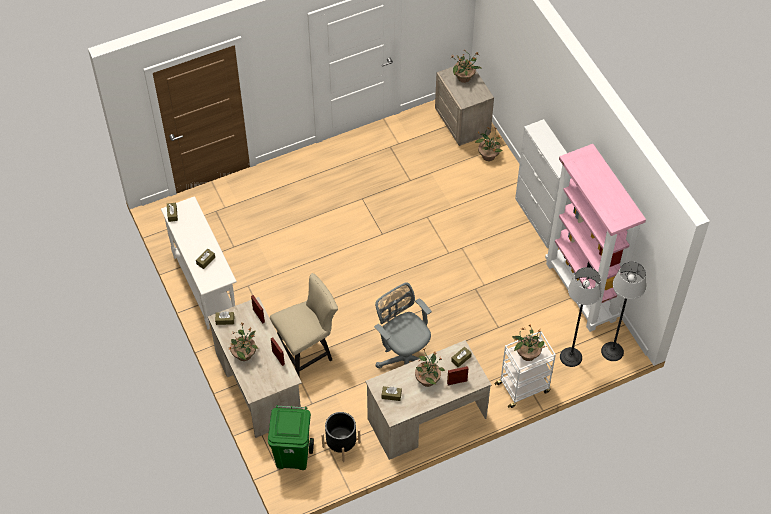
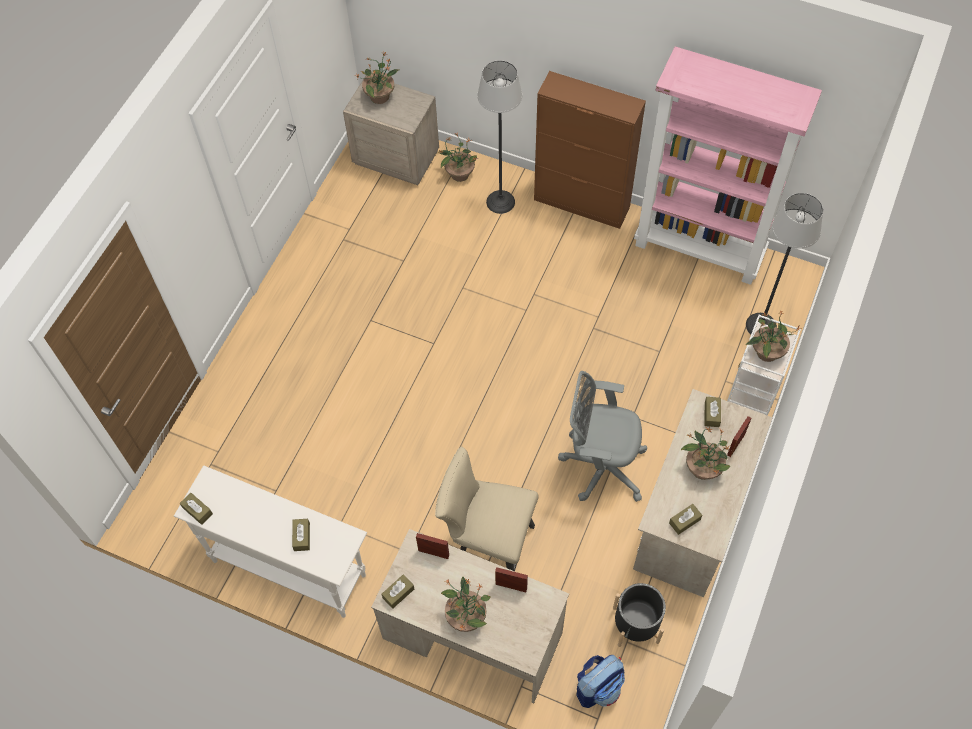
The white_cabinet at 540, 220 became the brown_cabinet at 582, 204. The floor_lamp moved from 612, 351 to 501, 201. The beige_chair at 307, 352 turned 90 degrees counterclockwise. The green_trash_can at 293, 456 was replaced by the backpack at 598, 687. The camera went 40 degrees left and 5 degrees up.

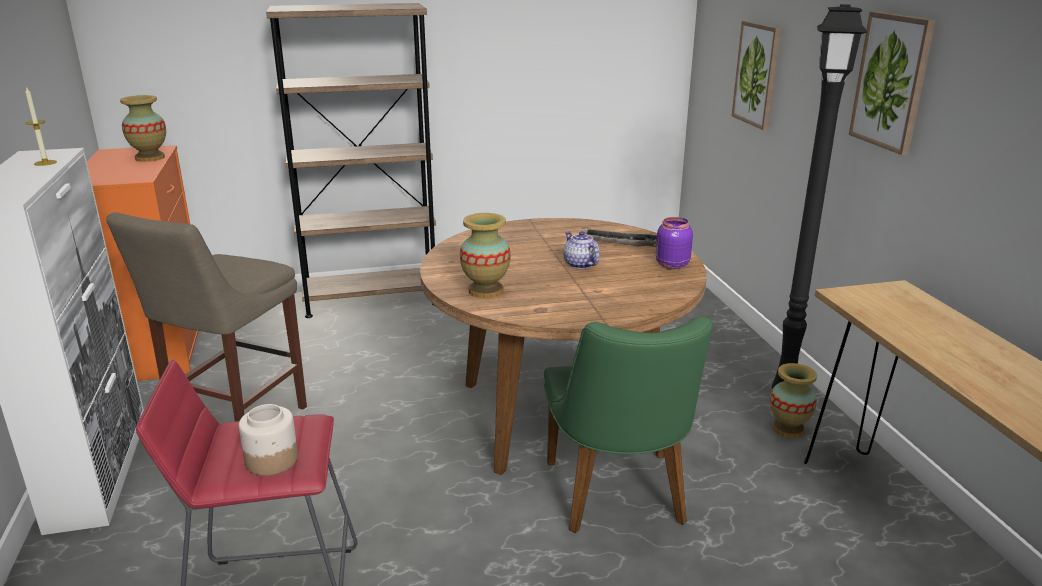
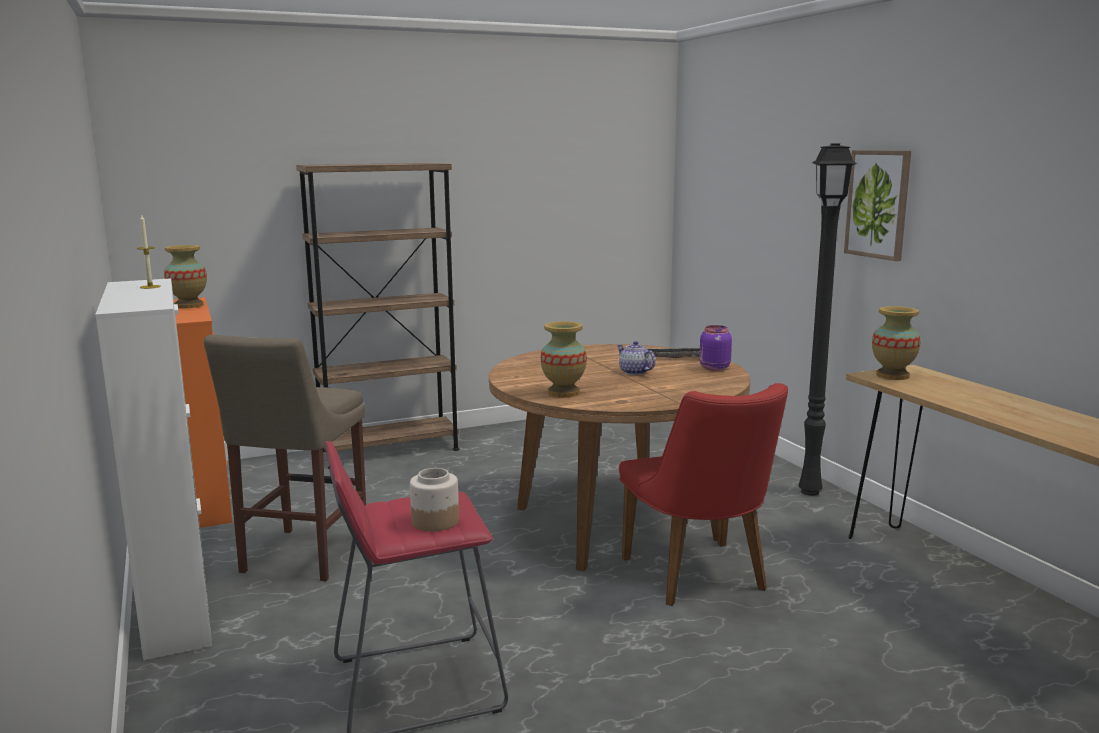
The picture at 757, 74 disappeared. The green_chair at 619, 500 became the red_chair at 700, 579. The vase moved from 788, 429 to 892, 376. The camera went 10 degrees left and 10 degrees down.

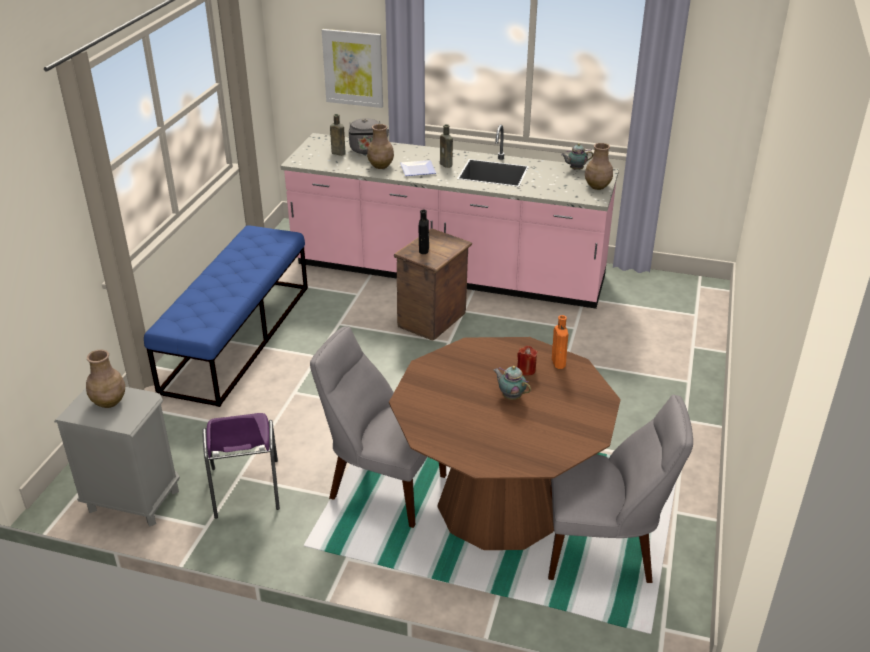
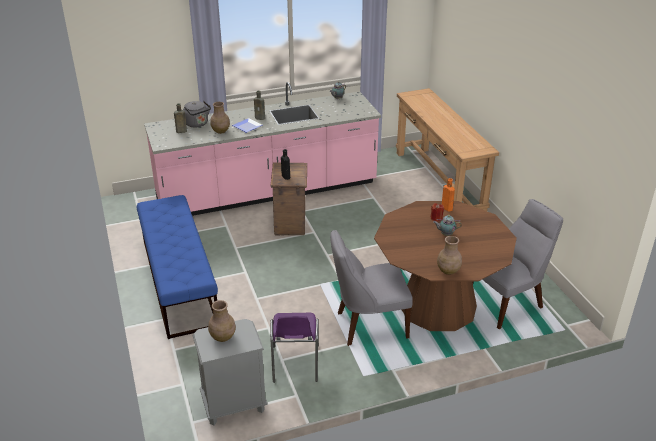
The picture at 353, 68 disappeared. The brown_vase moved from 597, 186 to 448, 271. The purple_chair at 245, 490 turned 45 degrees clockwise. The brown_console_table at 438, 181 appeared. The camera went 35 degrees left and 0 degrees up.

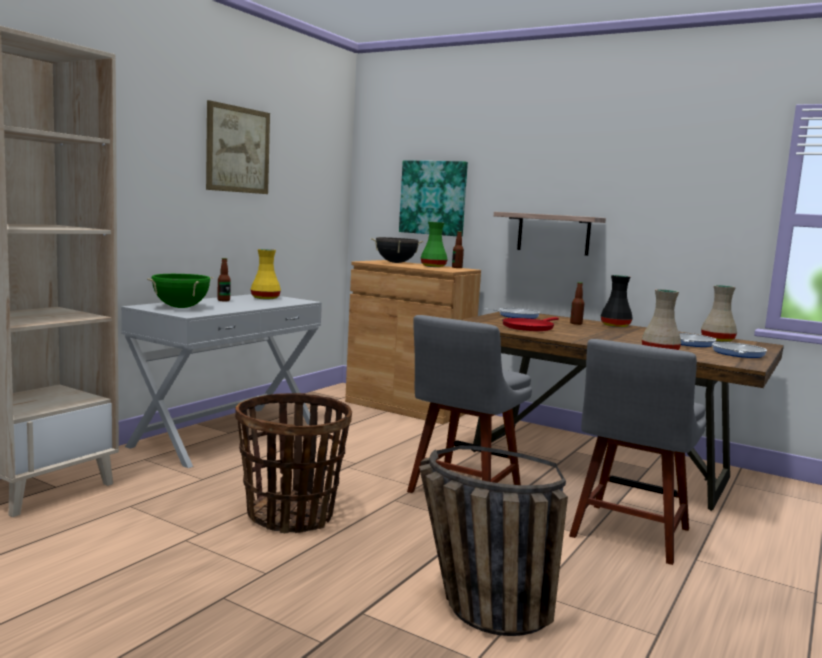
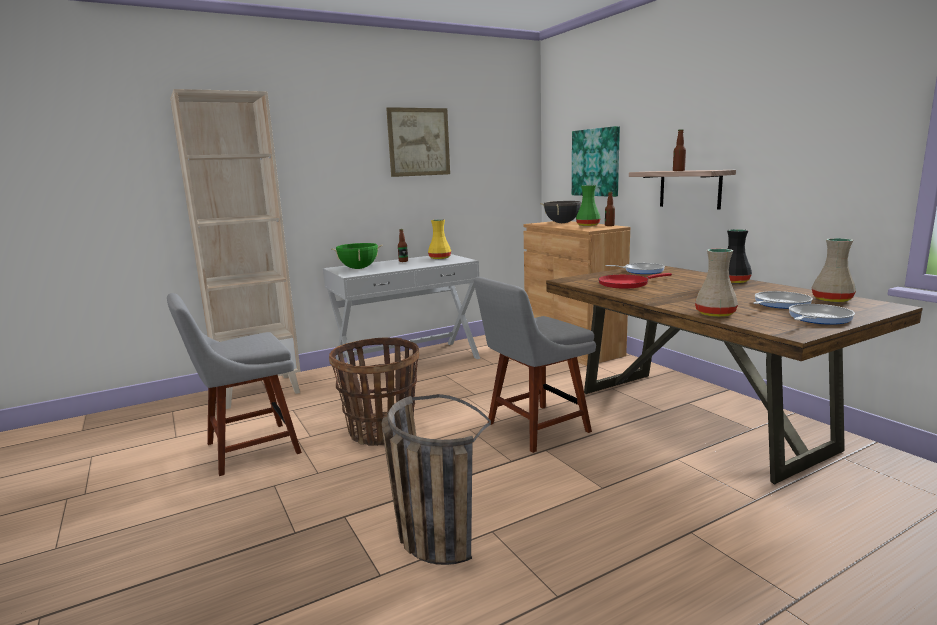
The bottle moved from 576, 323 to 678, 170. The grey_chair moved from 628, 535 to 247, 449. The camera went 30 degrees right and 5 degrees up.

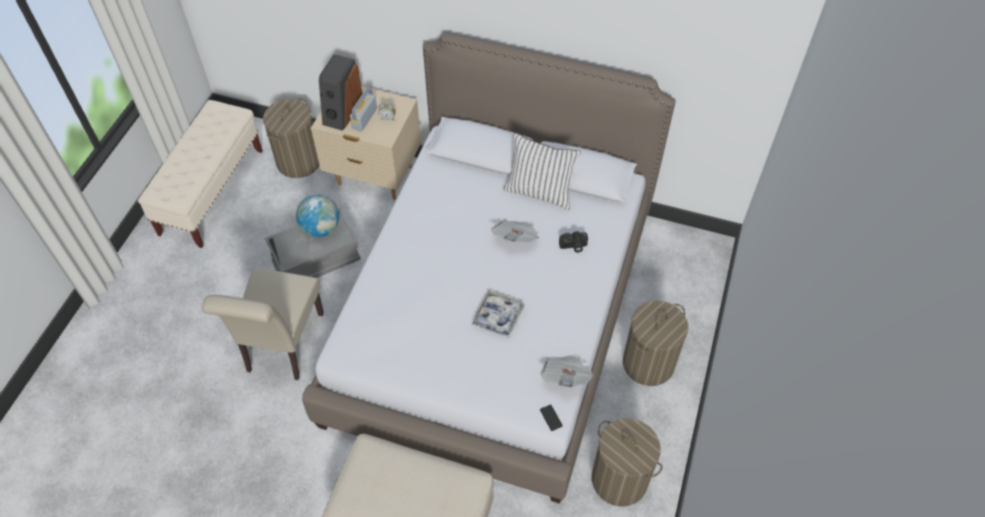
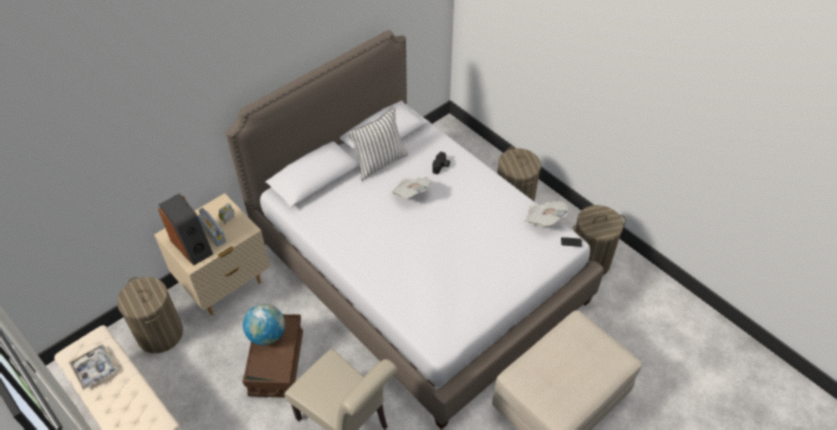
The grey_storage_box at 316, 259 became the brown_storage_box at 276, 363. The tray moved from 498, 317 to 95, 369. The camera went 60 degrees left and 5 degrees down.

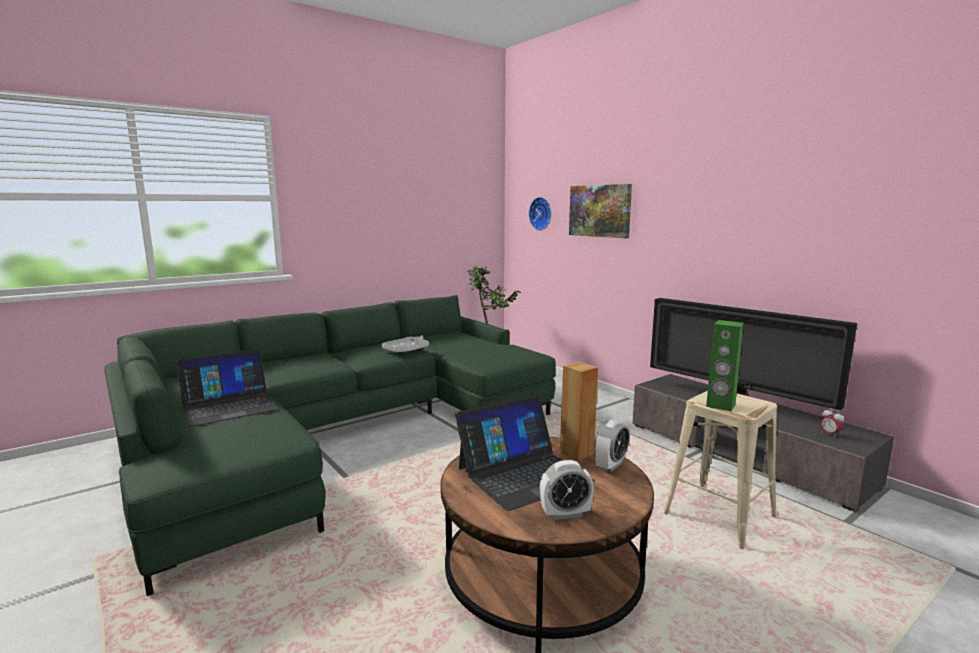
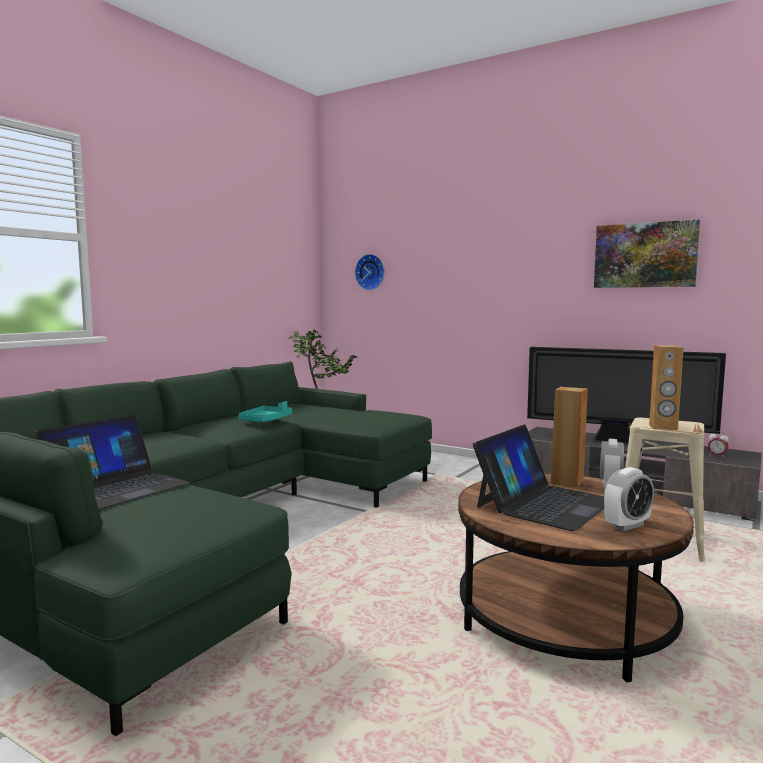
The picture moved from 600, 211 to 645, 255. The green_speaker at 720, 405 became the brown_speaker at 663, 427. The grey_tray at 406, 350 became the turquoise_tray at 266, 420. The camera went 20 degrees left and 5 degrees down.

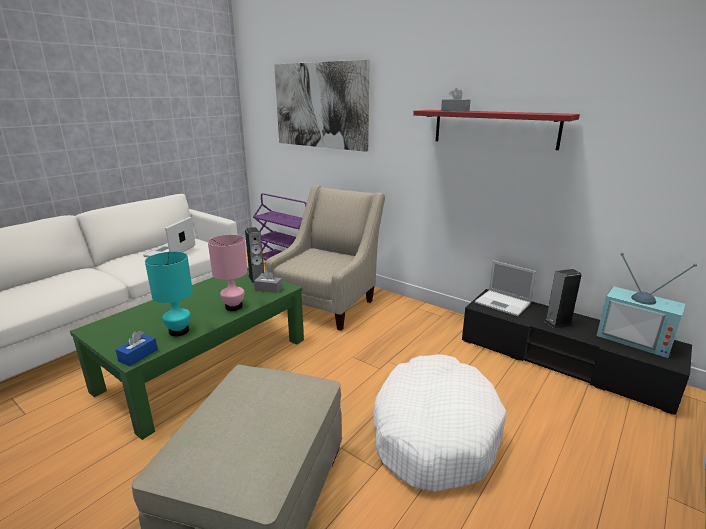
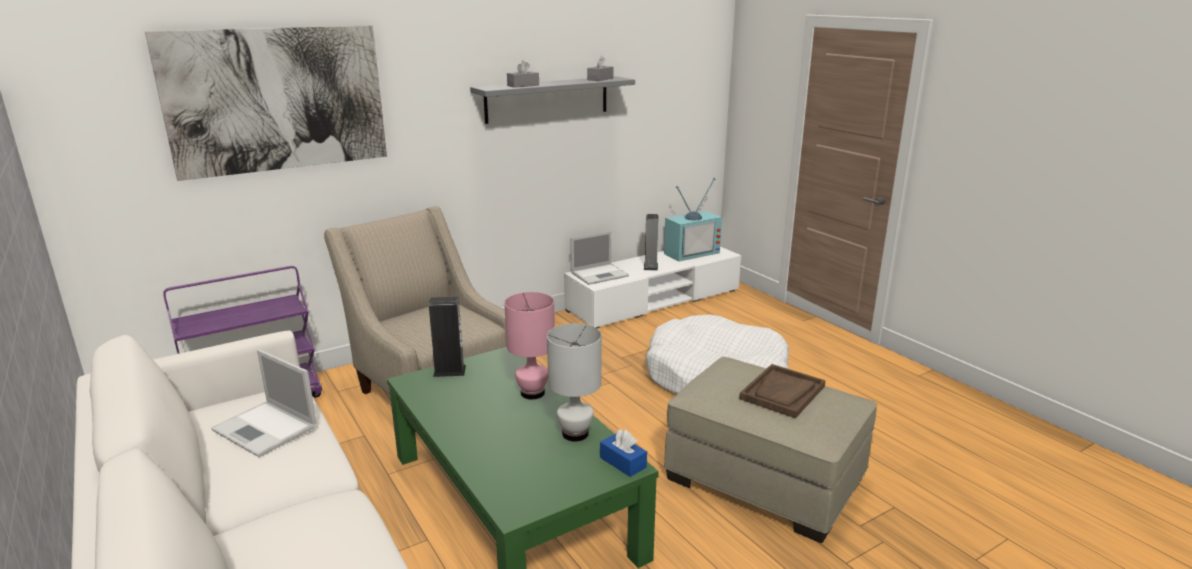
The red_shelf at 494, 128 became the grey_shelf at 547, 99. The turquoise_table_lamp at 178, 331 became the white_table_lamp at 575, 434. The grey_tissue_box moved from 268, 289 to 600, 79. The black_tv_stand at 561, 361 became the white_tv_stand at 654, 300. The brown_tray at 782, 393 appeared. The camera went 70 degrees left and 0 degrees up.

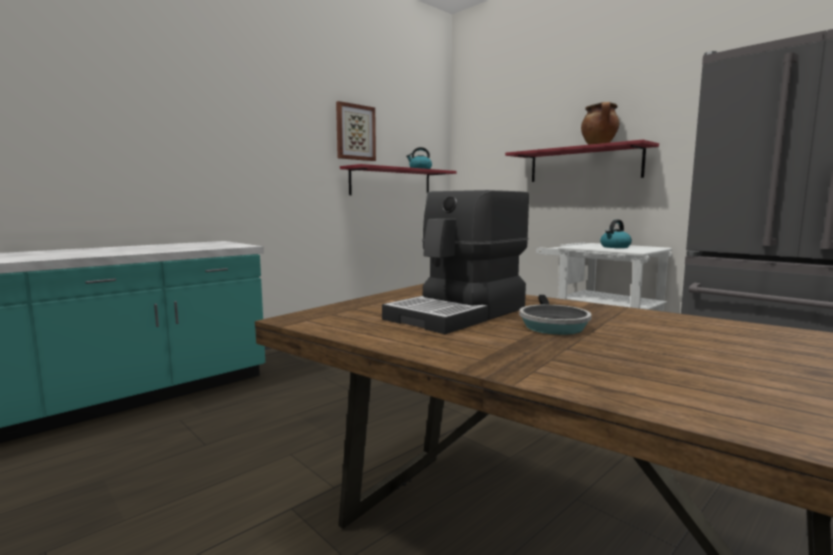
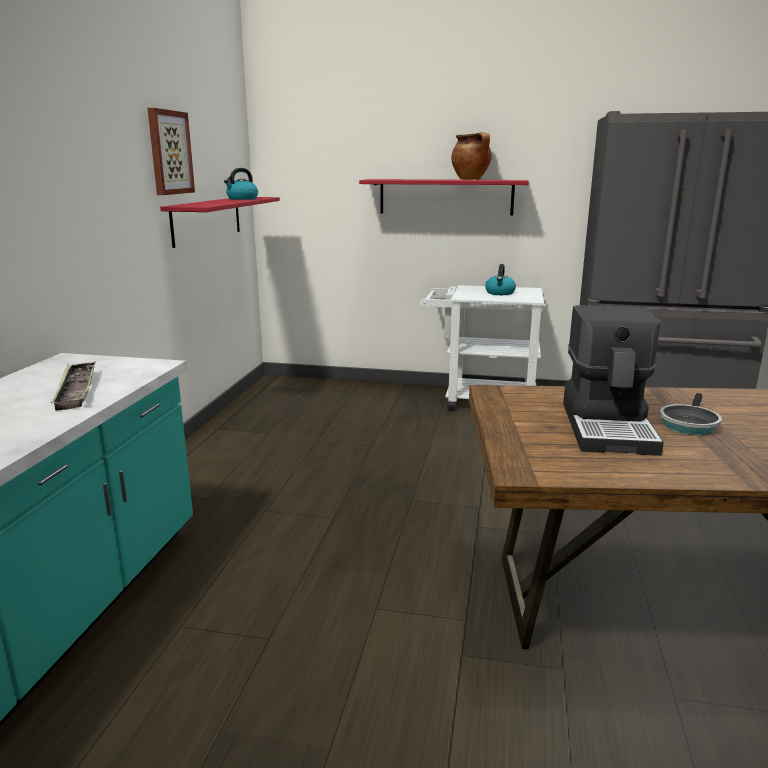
The frying_pan at 551, 325 turned 60 degrees clockwise. The tray at 76, 390 appeared. The camera went 35 degrees left and 10 degrees up.

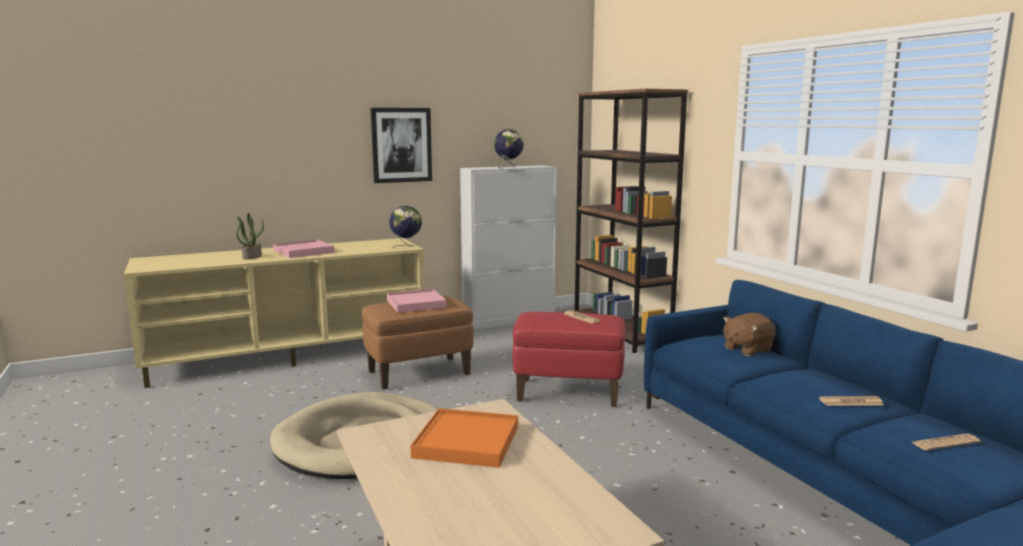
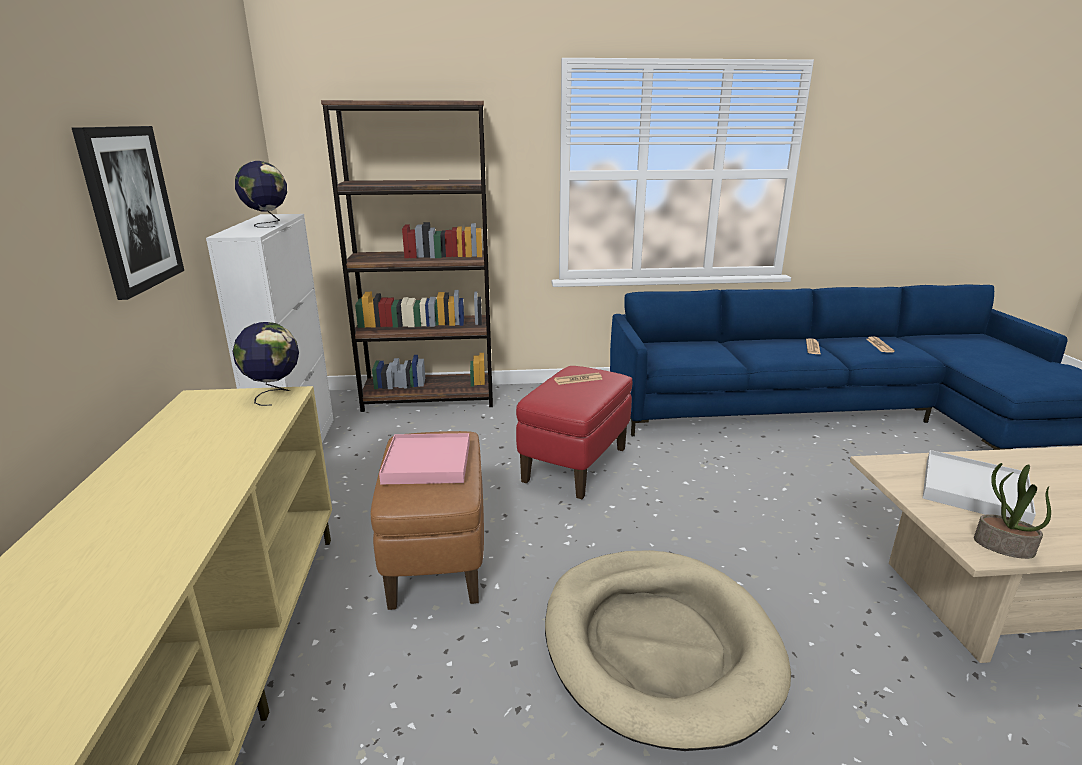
The potted_plant moved from 252, 257 to 1002, 546. The pink_tray at 304, 251 disappeared. The brown_plush_toy at 746, 349 disappeared. The orange_tray at 466, 442 became the white_tray at 974, 491. The camera went 70 degrees left and 10 degrees up.

